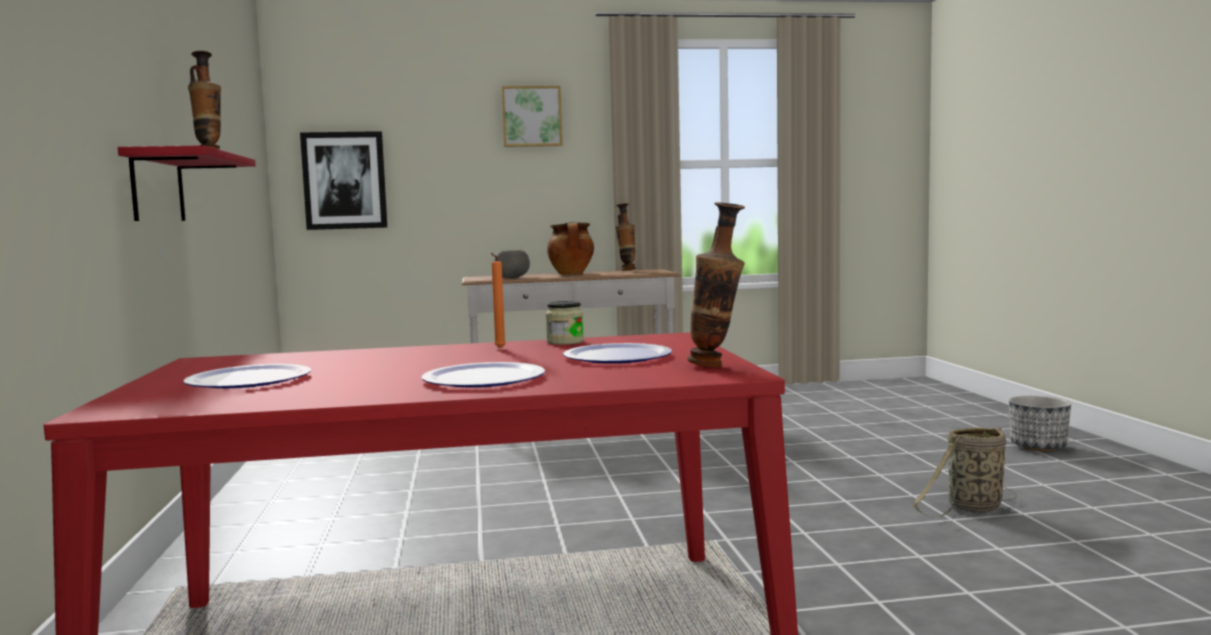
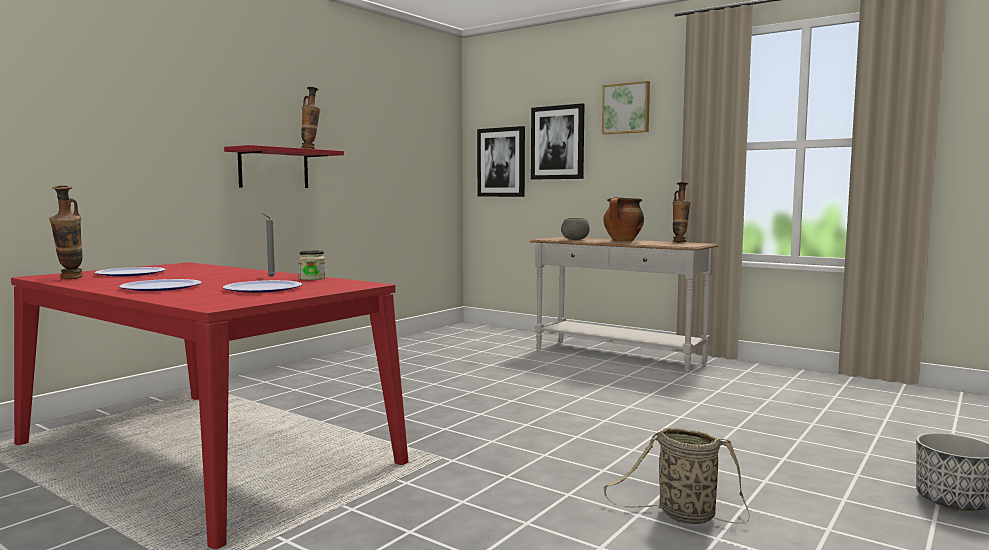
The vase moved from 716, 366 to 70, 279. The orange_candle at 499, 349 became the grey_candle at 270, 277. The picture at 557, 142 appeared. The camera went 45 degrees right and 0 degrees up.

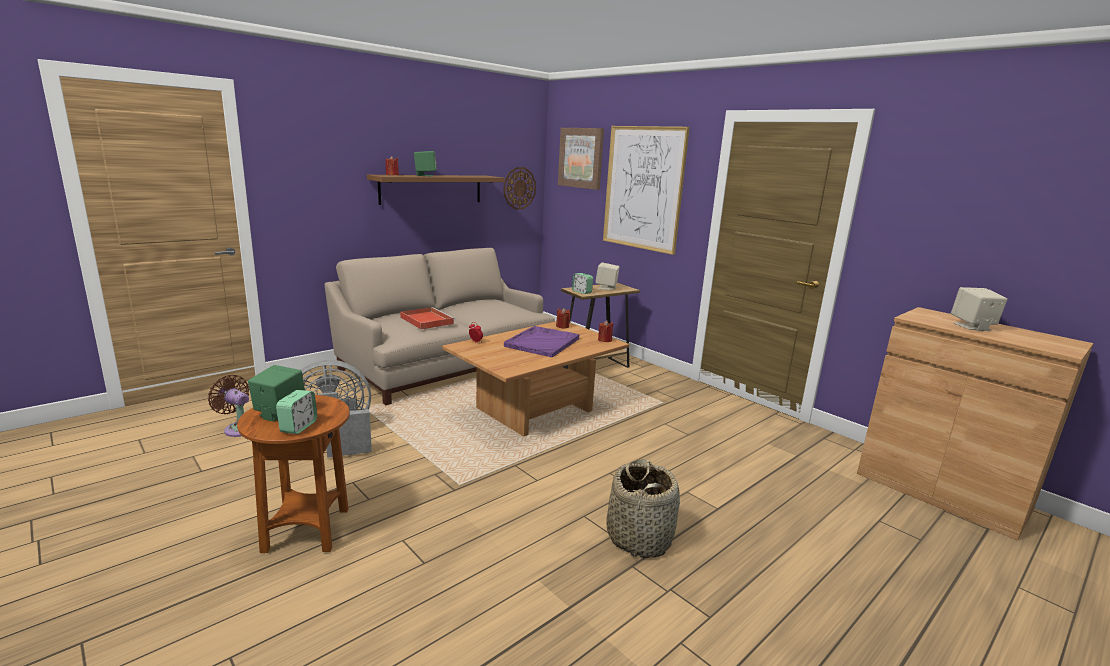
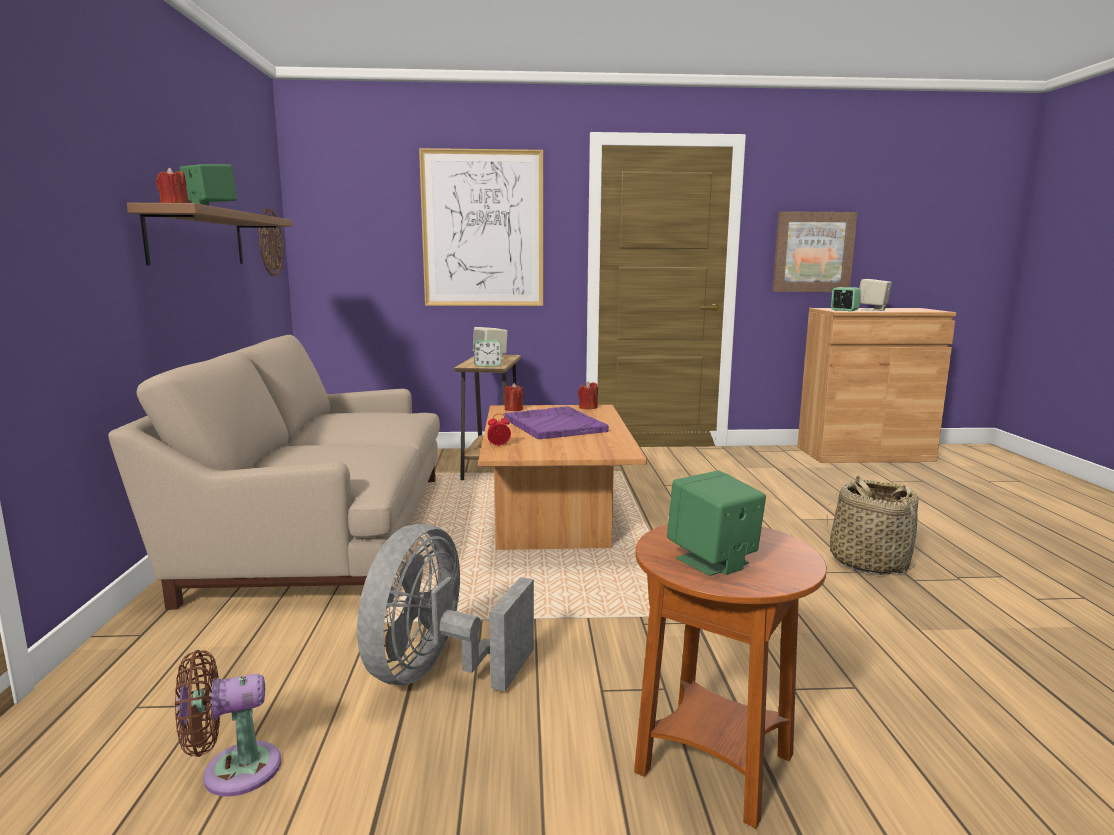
The picture moved from 581, 158 to 813, 252. The red_tray at 426, 320 disappeared. The alarm_clock moved from 298, 427 to 844, 310. The camera went 50 degrees left and 5 degrees down.

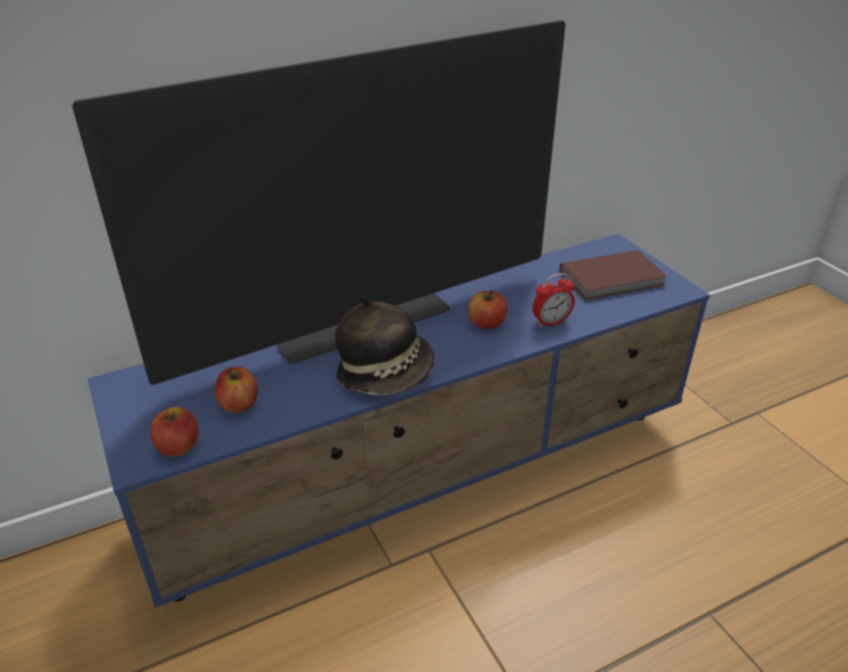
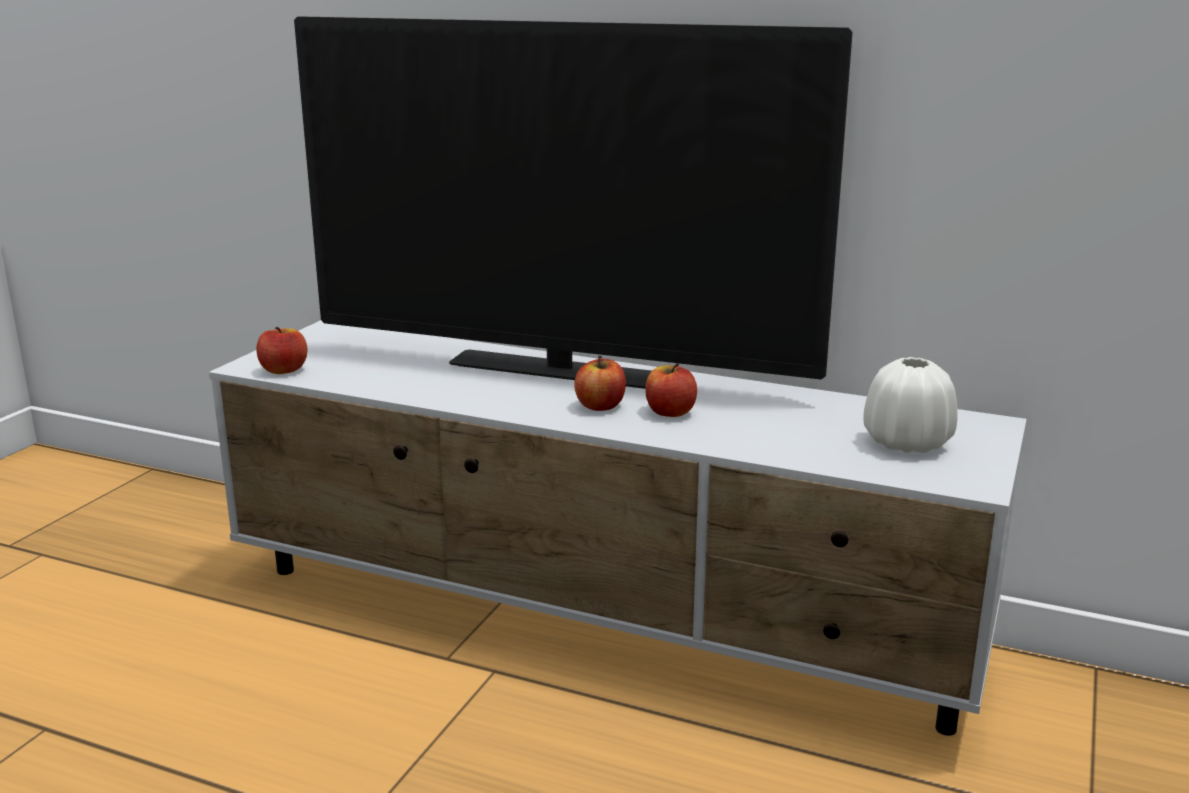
The blue_tv_stand at 426, 474 became the white_tv_stand at 598, 621. The brown_book at 614, 279 was replaced by the white_vase at 907, 443. The alarm_clock at 551, 322 disappeared. The hat at 386, 373 disappeared. The apple moved from 239, 404 to 600, 406. The camera went 50 degrees right and 15 degrees down.

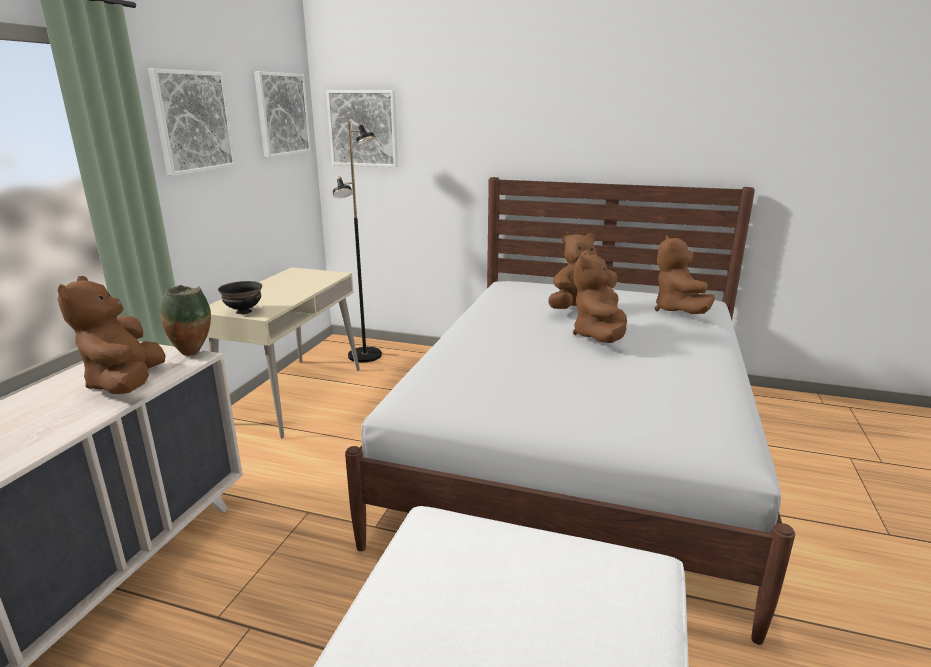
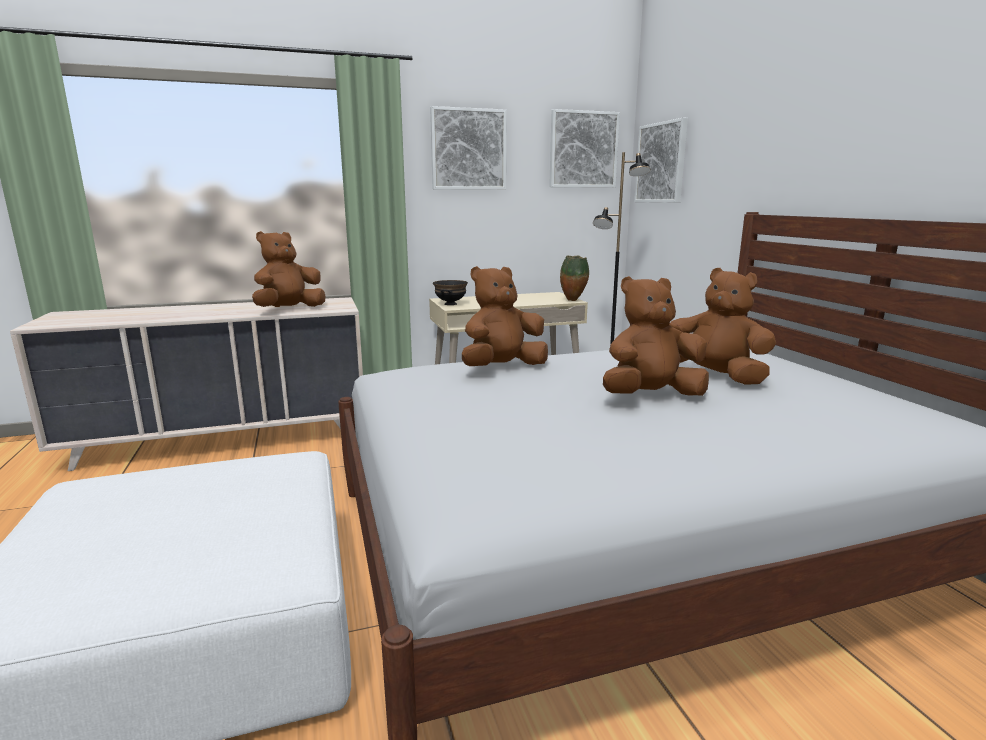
The brown_plush_toy moved from 678, 311 to 502, 368. The vase moved from 193, 353 to 573, 300. The camera went 55 degrees right and 5 degrees down.

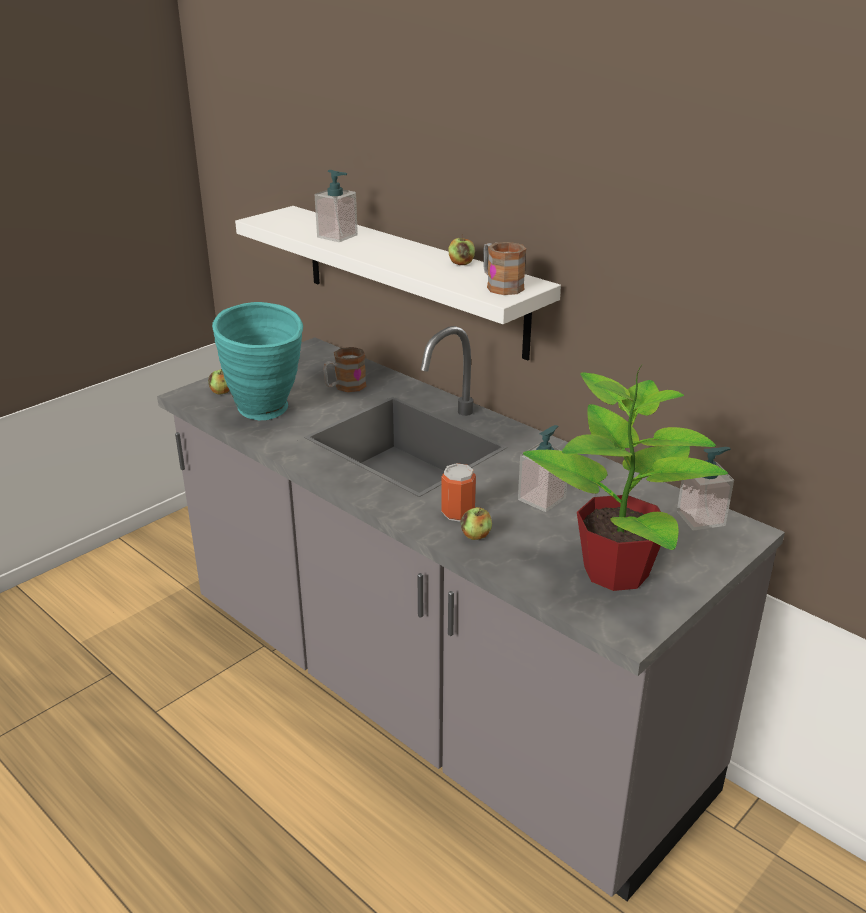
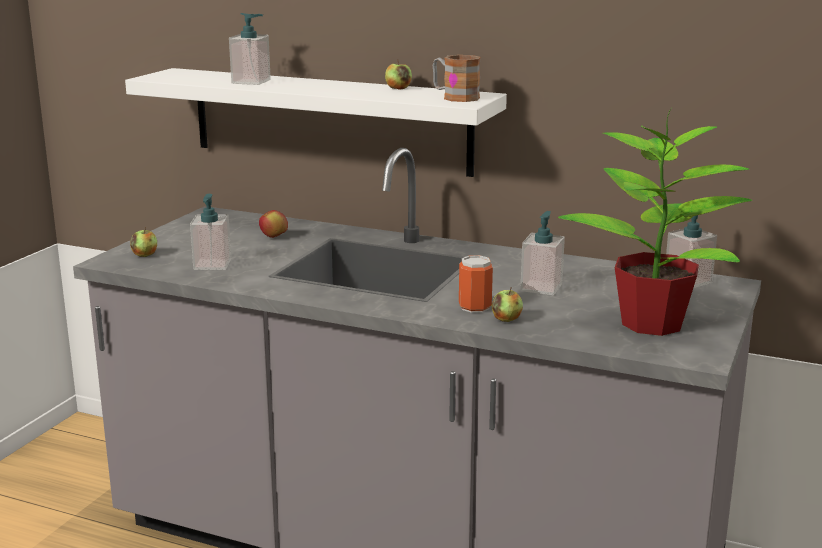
The turquoise_vase at 267, 414 was replaced by the soap_dispenser at 212, 264. The mug at 344, 387 was replaced by the apple at 274, 237. The camera went 20 degrees left and 10 degrees down.

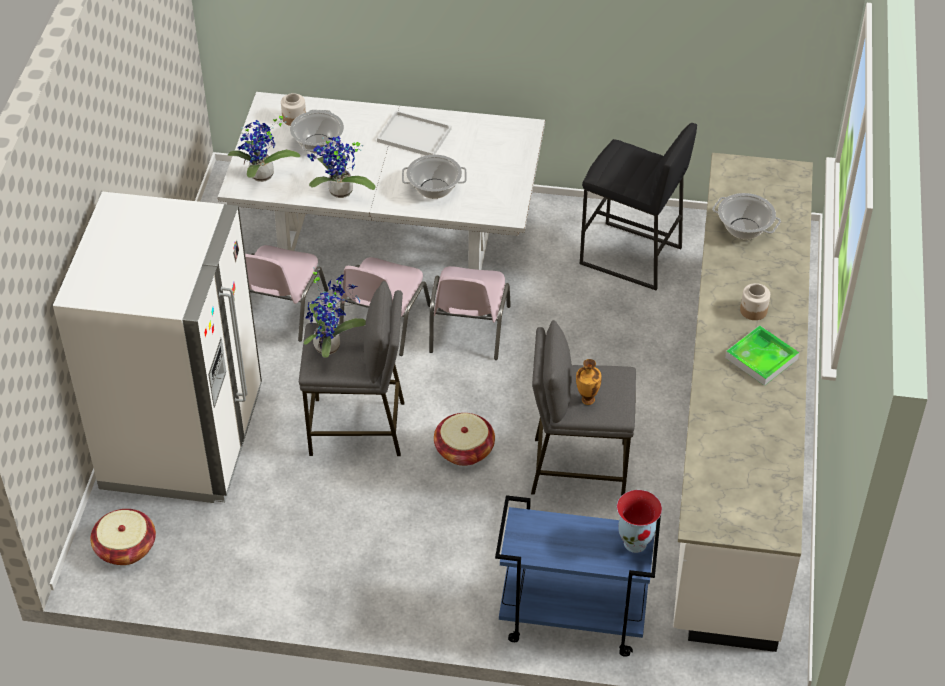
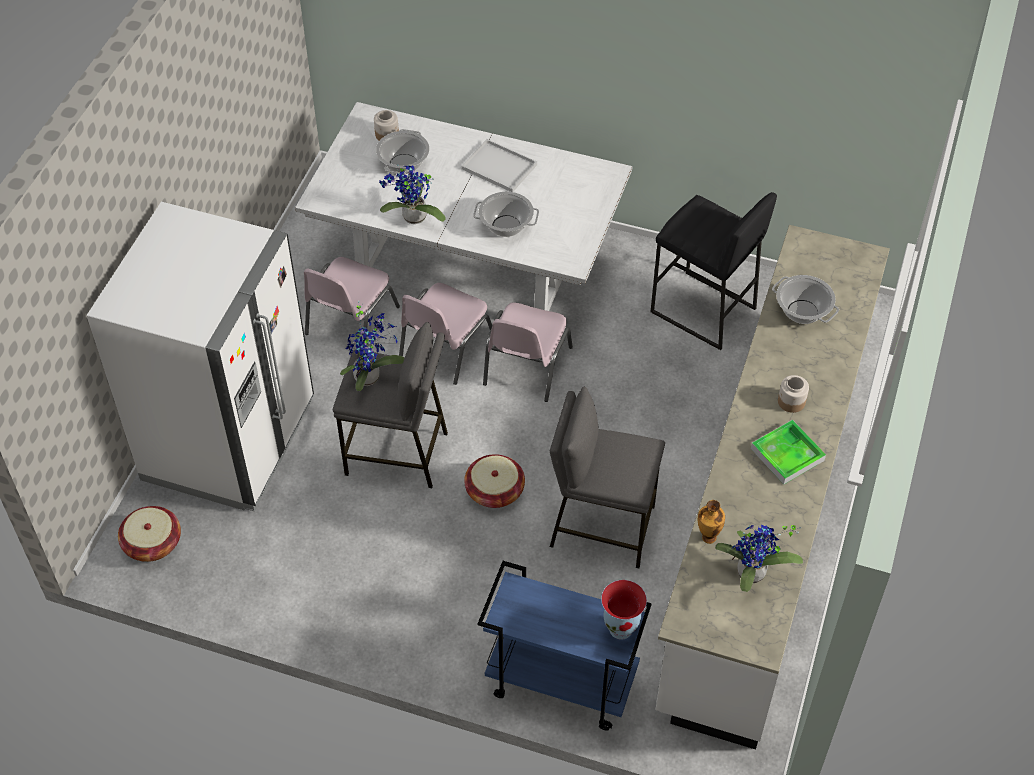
The potted_plant moved from 262, 177 to 752, 576. The vase moved from 587, 399 to 707, 537. The camera went 10 degrees right and 5 degrees up.

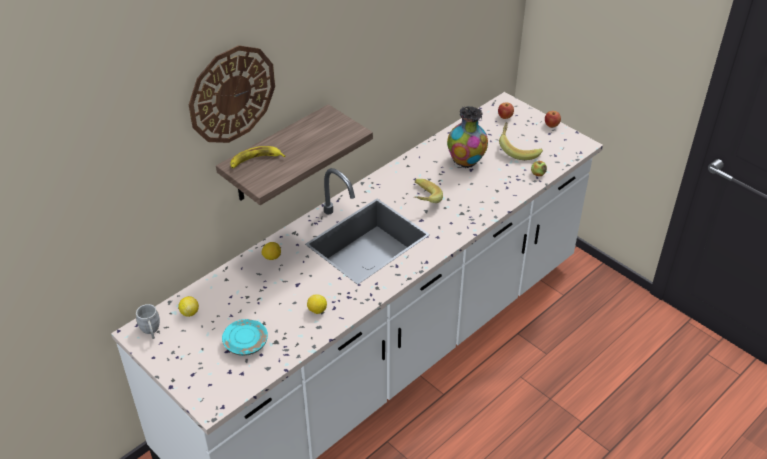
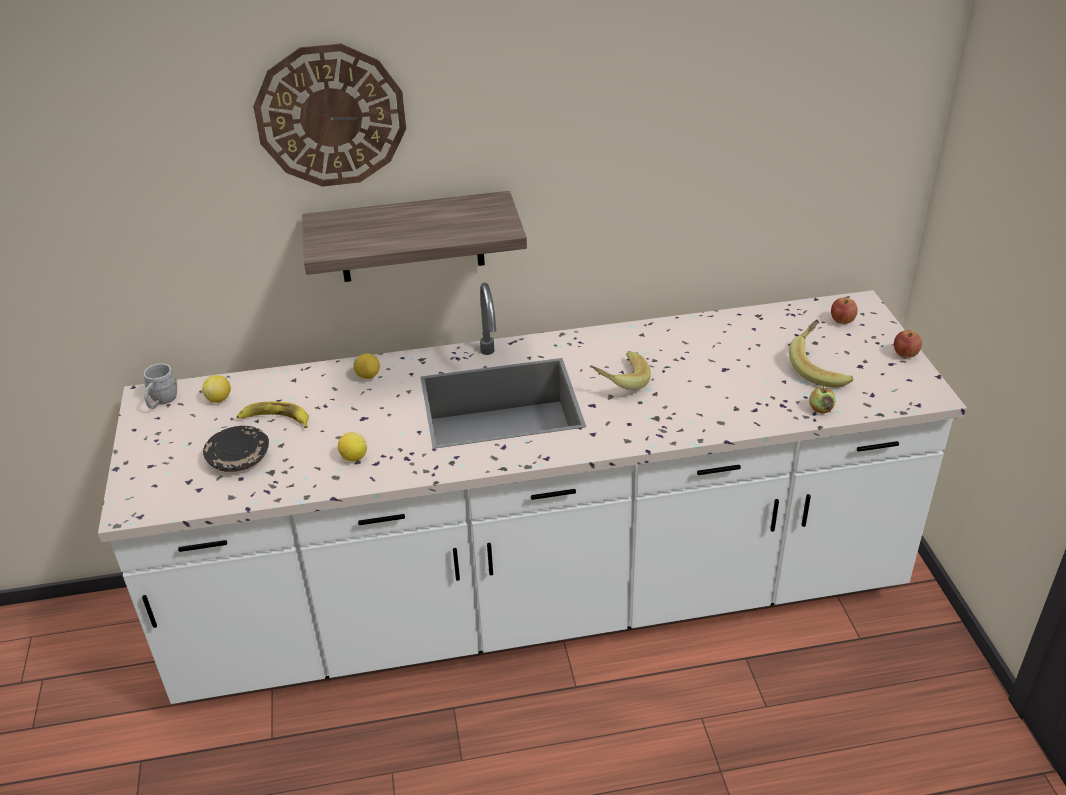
The vase at 466, 161 disappeared. The banana moved from 255, 160 to 275, 419. The turquoise_plate at 246, 343 became the black_plate at 239, 458. The camera went 35 degrees right and 5 degrees down.

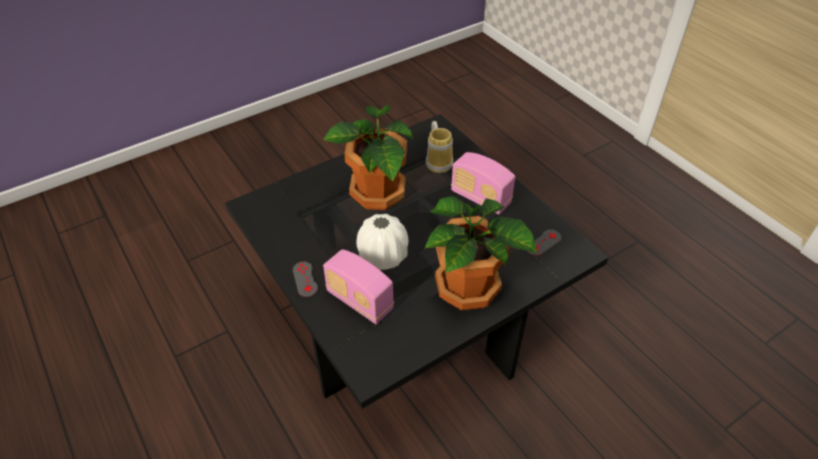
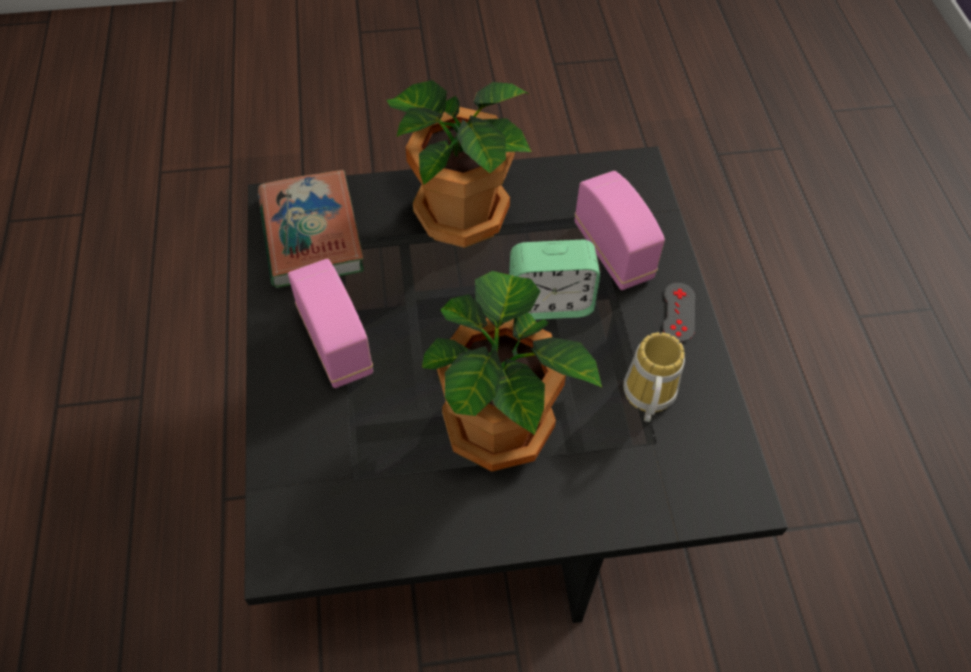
The mug moved from 439, 161 to 645, 397. The white_vase at 383, 256 was replaced by the alarm_clock at 550, 303. The grey_game_controller at 543, 243 was replaced by the book at 311, 234. The camera went 155 degrees left and 10 degrees up.

